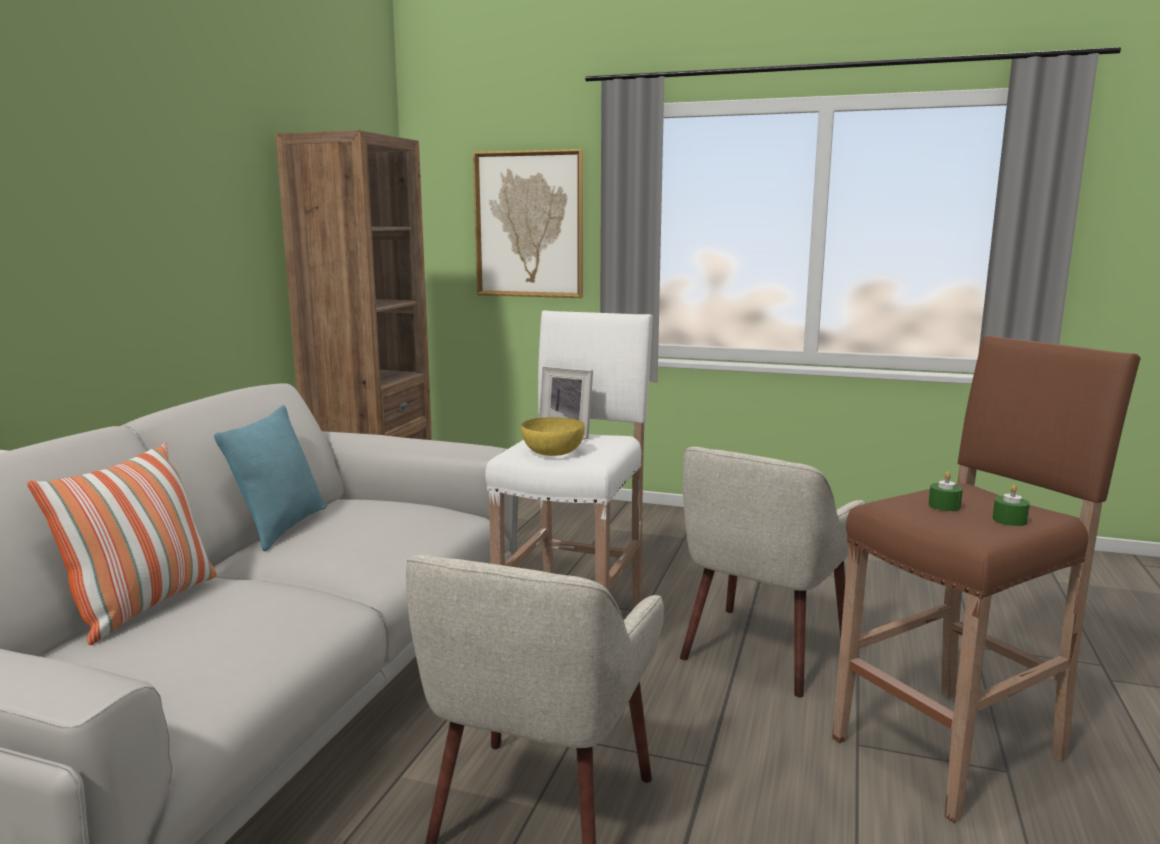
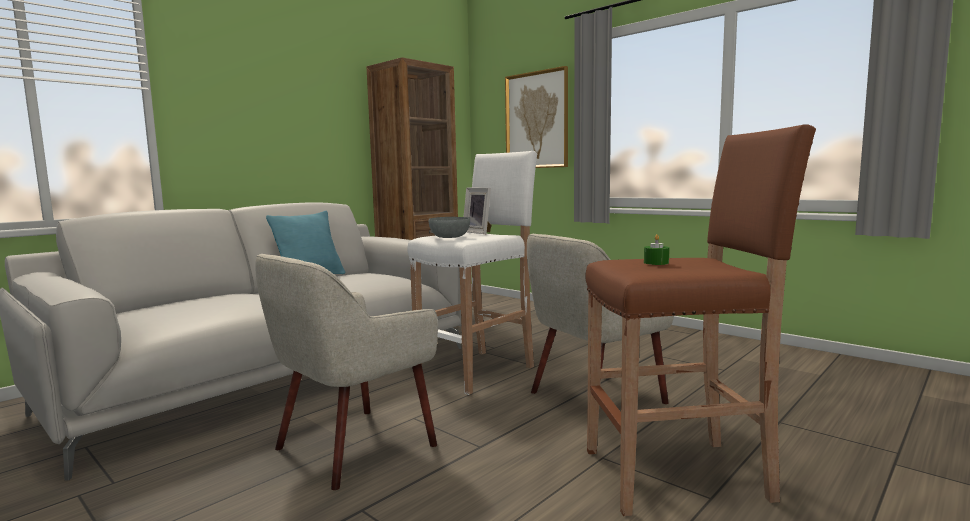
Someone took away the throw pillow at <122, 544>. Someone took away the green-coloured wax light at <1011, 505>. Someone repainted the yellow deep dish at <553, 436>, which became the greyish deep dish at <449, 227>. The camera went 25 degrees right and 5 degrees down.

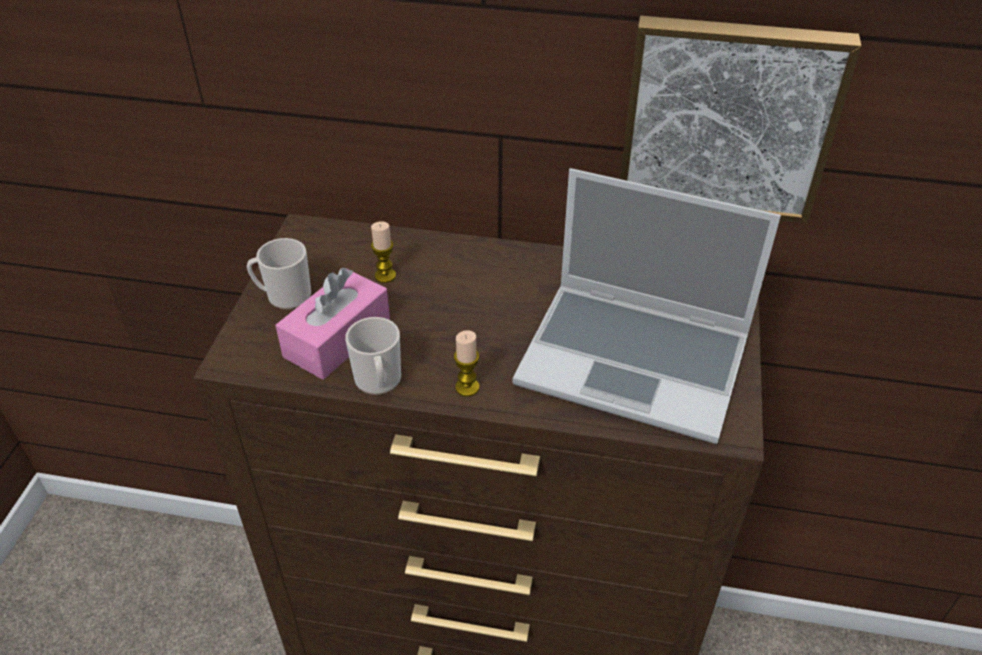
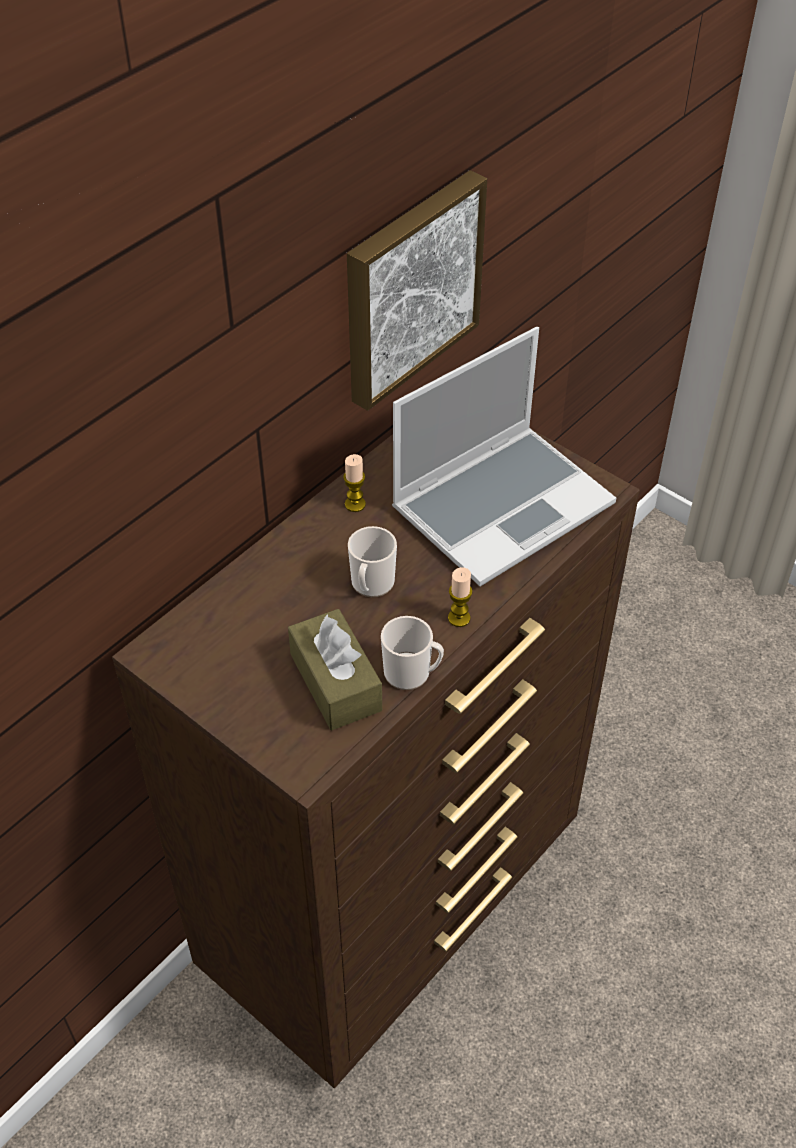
Someone carried the mug from <279, 274> to <372, 561>. Someone carried the wax light from <383, 252> to <354, 483>. Someone repainted the pinkish tissue box at <333, 324>, which became the brown tissue box at <335, 669>. The camera went 60 degrees left and 5 degrees up.

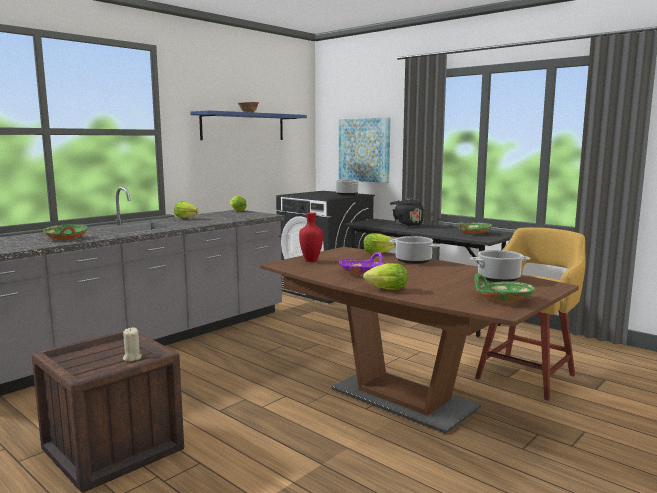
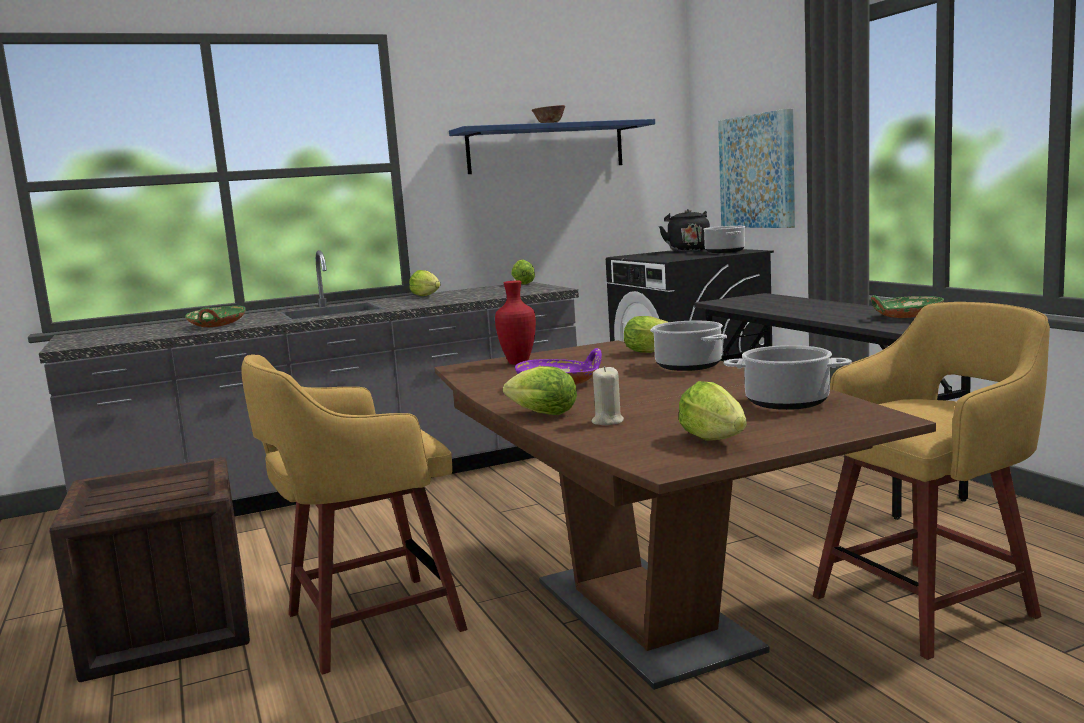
Someone put down the yellow stool at <354, 514>. Someone carried the beige wax light from <132, 344> to <607, 395>. Someone carried the black kettle from <406, 212> to <684, 230>. Someone swapped the green-coloured deep dish at <505, 287> for the lettuce head at <713, 411>. The camera went 25 degrees right and 0 degrees up.

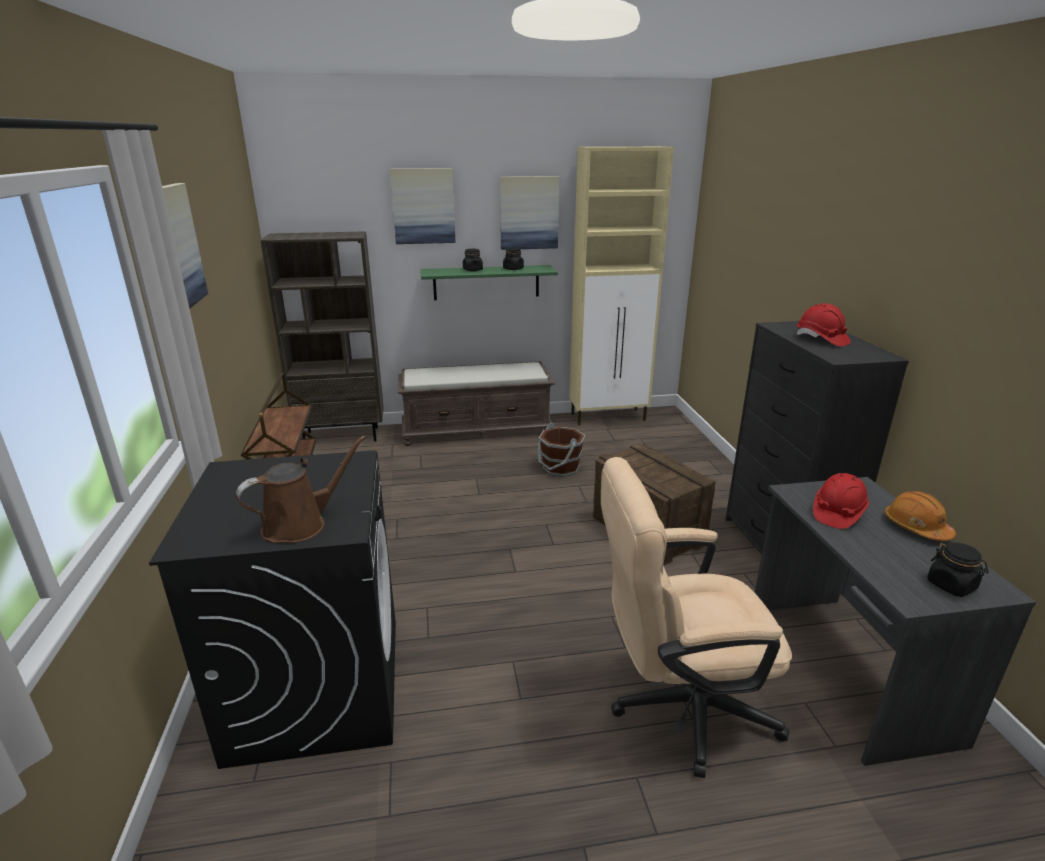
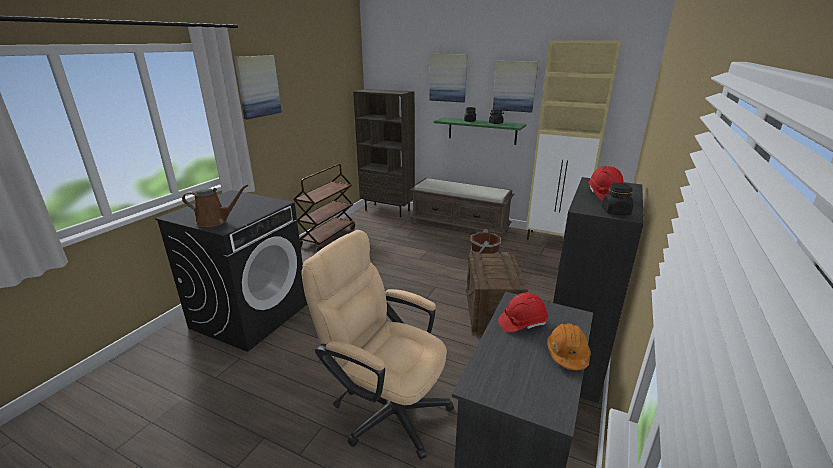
Someone carried the black jar from <957, 569> to <617, 199>. The camera went 35 degrees right and 0 degrees up.

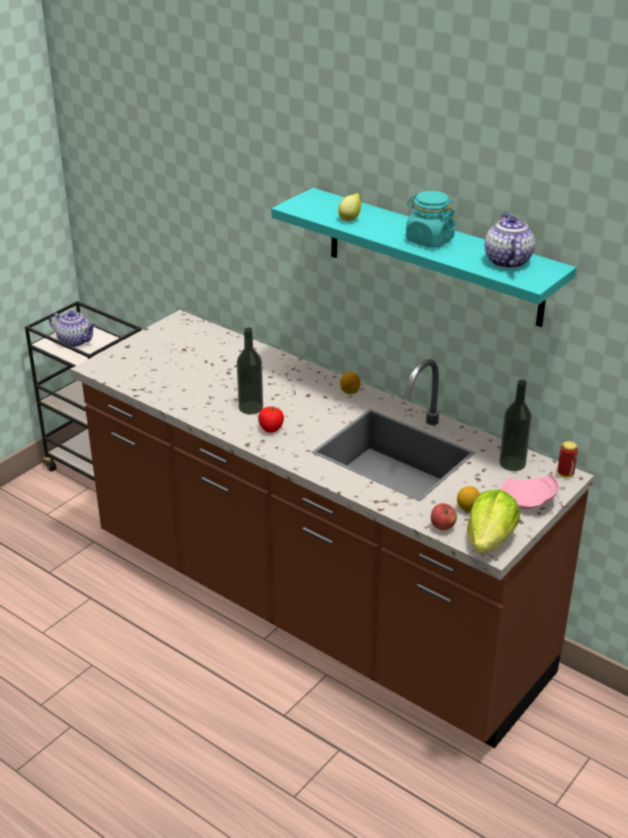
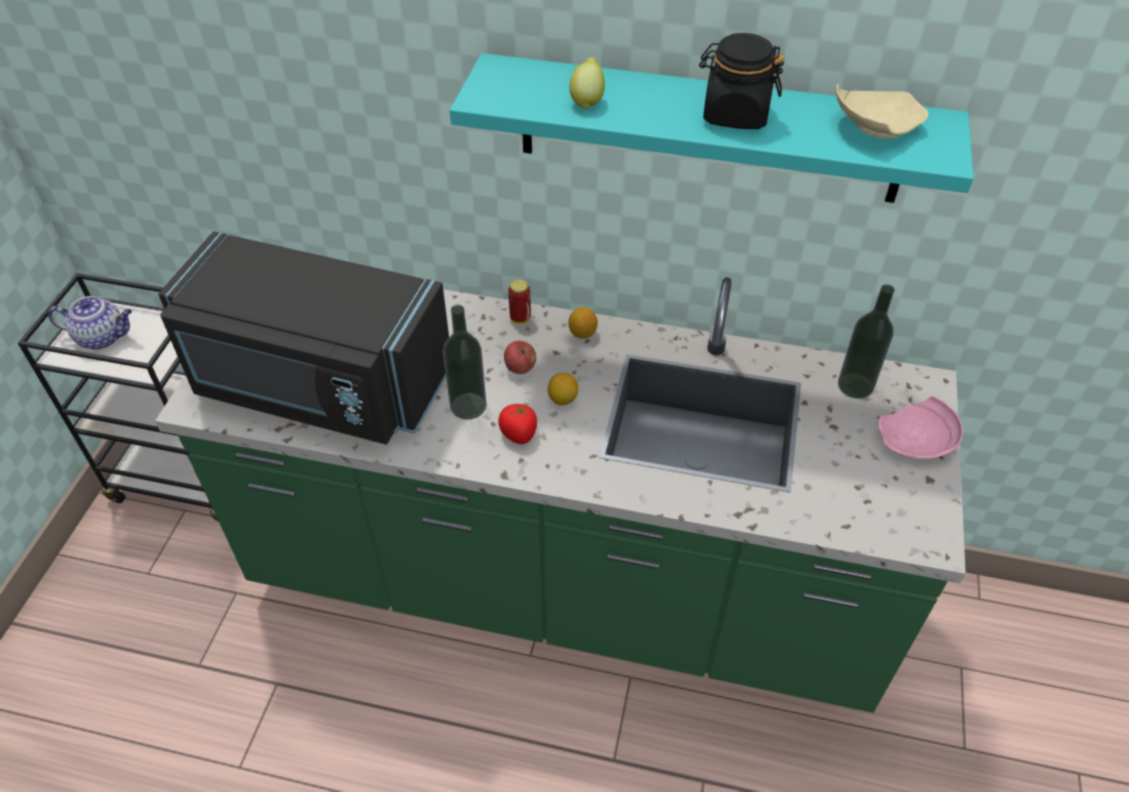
Someone took away the lettuce head at <493, 521>. Someone put down the black microwave at <303, 338>. Someone carried the apple fruit from <444, 516> to <520, 357>. Someone carried the whole lemon from <468, 499> to <563, 389>. Someone carried the sealed can from <568, 459> to <519, 302>. Someone swapped the pot for tea at <510, 240> for the beige flat dish at <882, 111>. Someone repainted the brown kitchen counter at <332, 529>, which became the green-coloured kitchen counter at <560, 495>. Someone repainted the blue-green jar at <430, 219>, which became the black jar at <742, 81>. The camera went 25 degrees left and 15 degrees up.

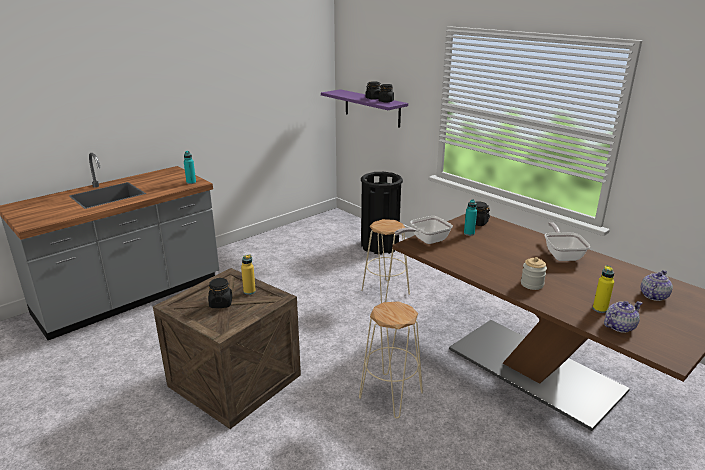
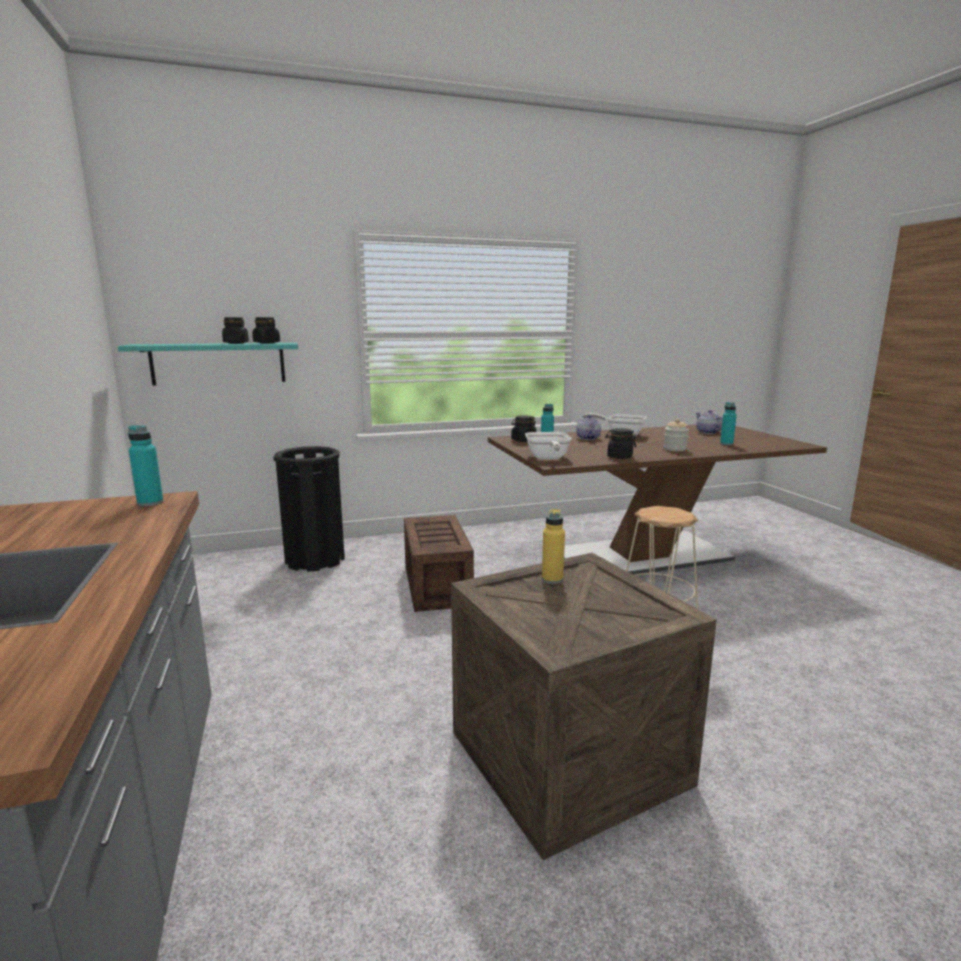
Someone carried the black jar from <220, 293> to <620, 443>. Someone carried the pot for tea from <623, 317> to <588, 427>. Someone swapped the beige stool at <386, 261> for the shipping crate at <439, 563>. Someone repainted the purple bracket shelf at <364, 108>, which became the blue-green bracket shelf at <208, 364>. Someone repainted the yellow bottle at <603, 289>, which became the blue-green bottle at <728, 423>. The camera went 65 degrees left and 10 degrees down.

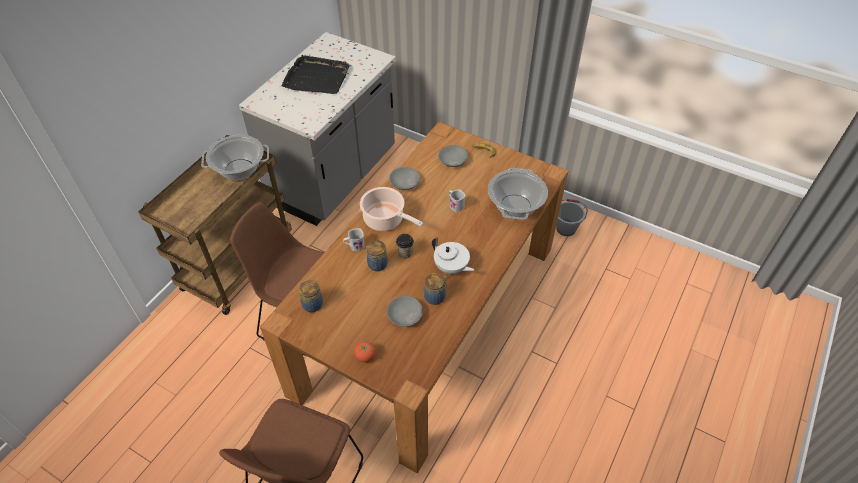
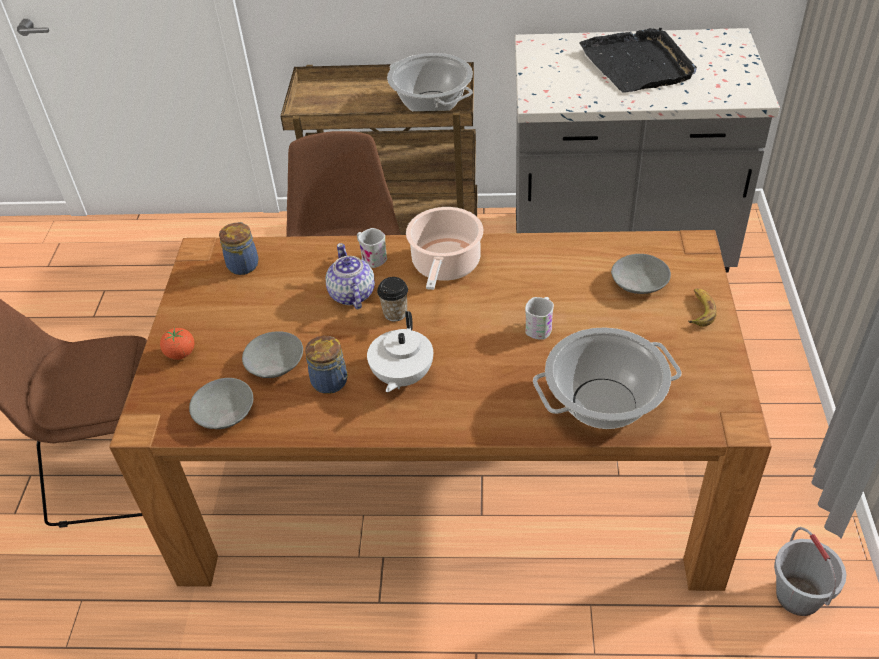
Someone carried the greyish deep dish from <404, 178> to <221, 403>. Someone swapped the jar at <377, 255> for the pot for tea at <350, 276>. The camera went 65 degrees right and 5 degrees down.

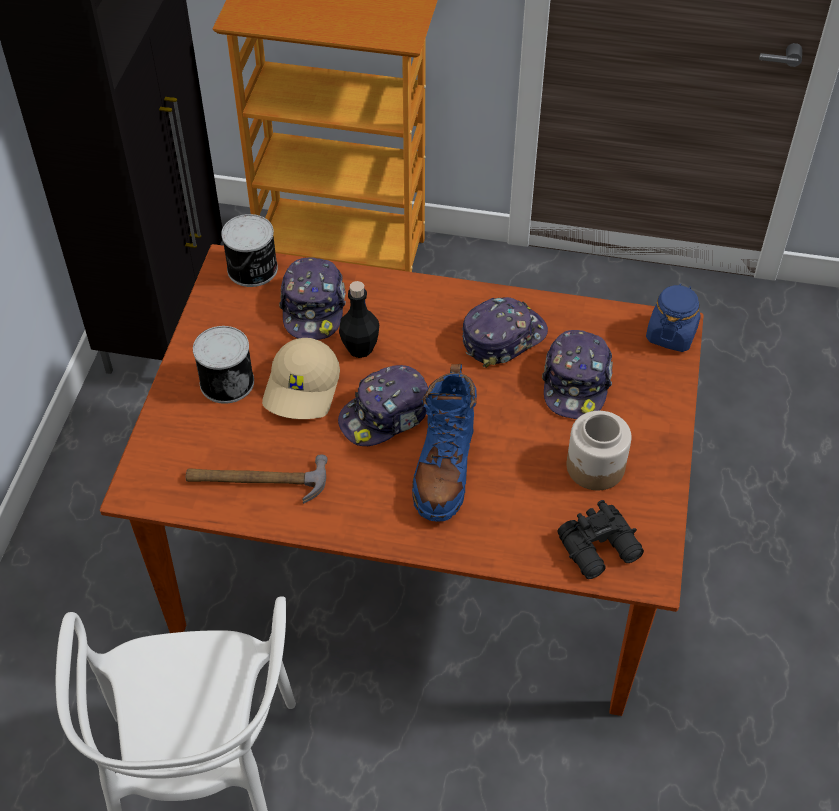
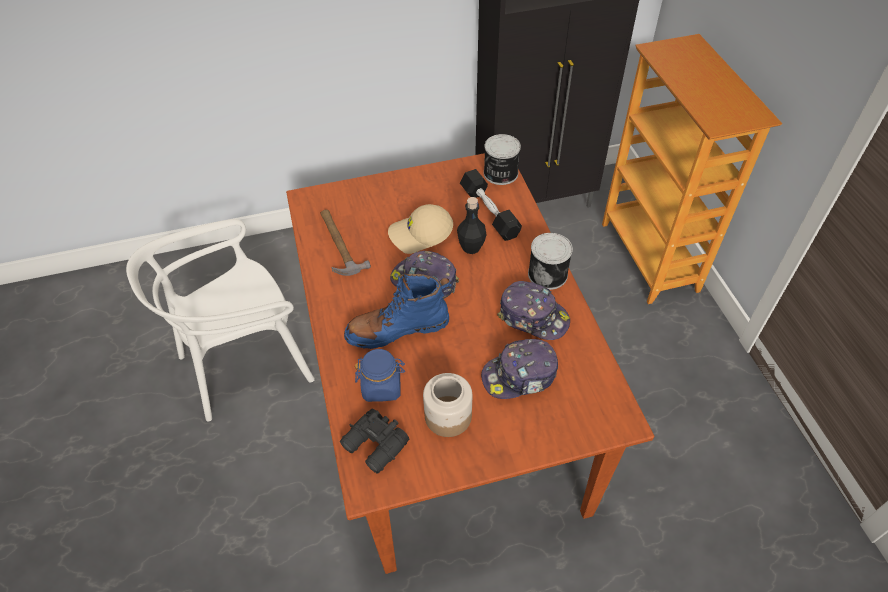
Someone carried the sealed can from <223, 365> to <550, 261>. Someone carried the blue-coloured jar from <673, 317> to <380, 375>. Someone swapped the cap at <312, 299> for the black hand weight at <491, 205>. The camera went 65 degrees right and 0 degrees up.

